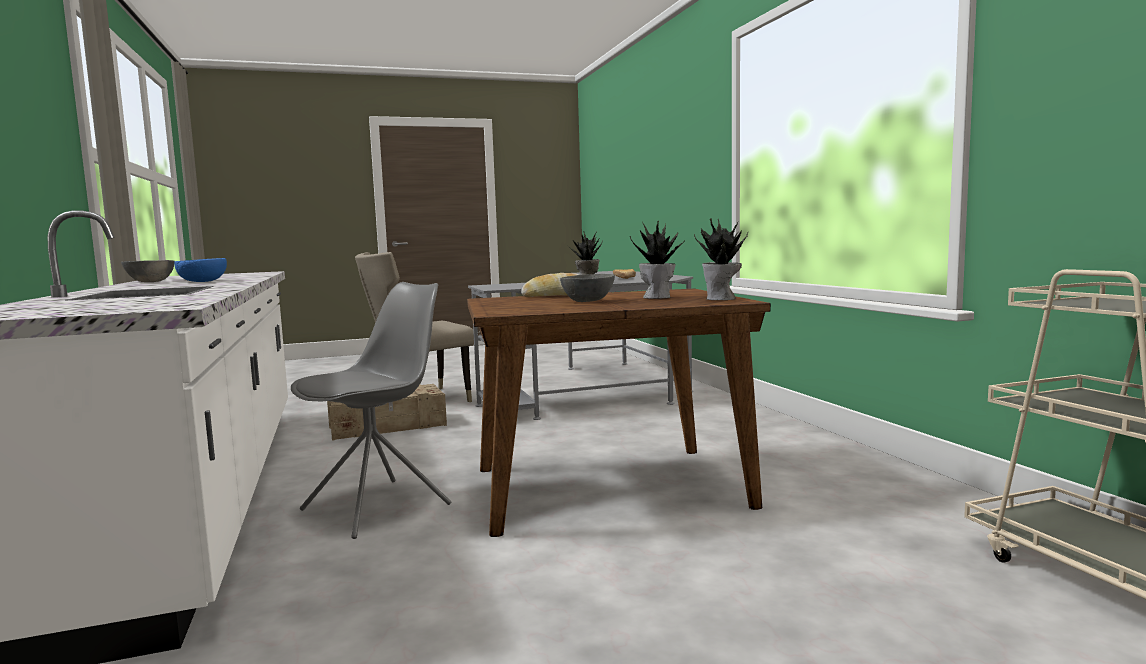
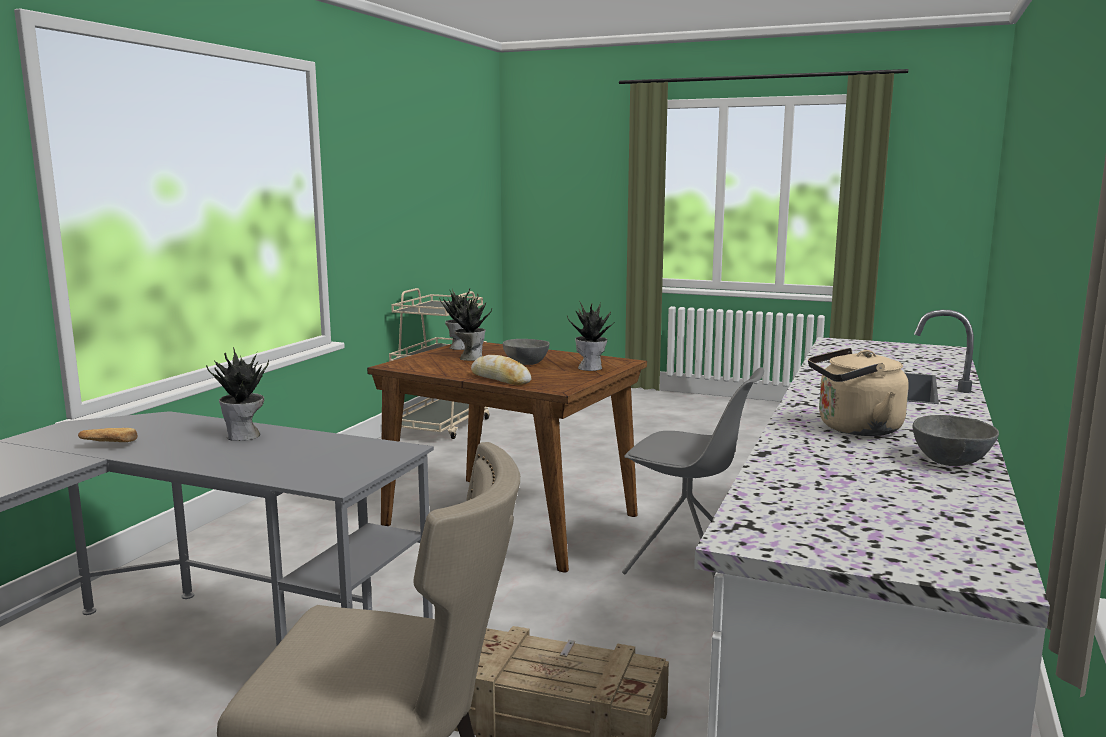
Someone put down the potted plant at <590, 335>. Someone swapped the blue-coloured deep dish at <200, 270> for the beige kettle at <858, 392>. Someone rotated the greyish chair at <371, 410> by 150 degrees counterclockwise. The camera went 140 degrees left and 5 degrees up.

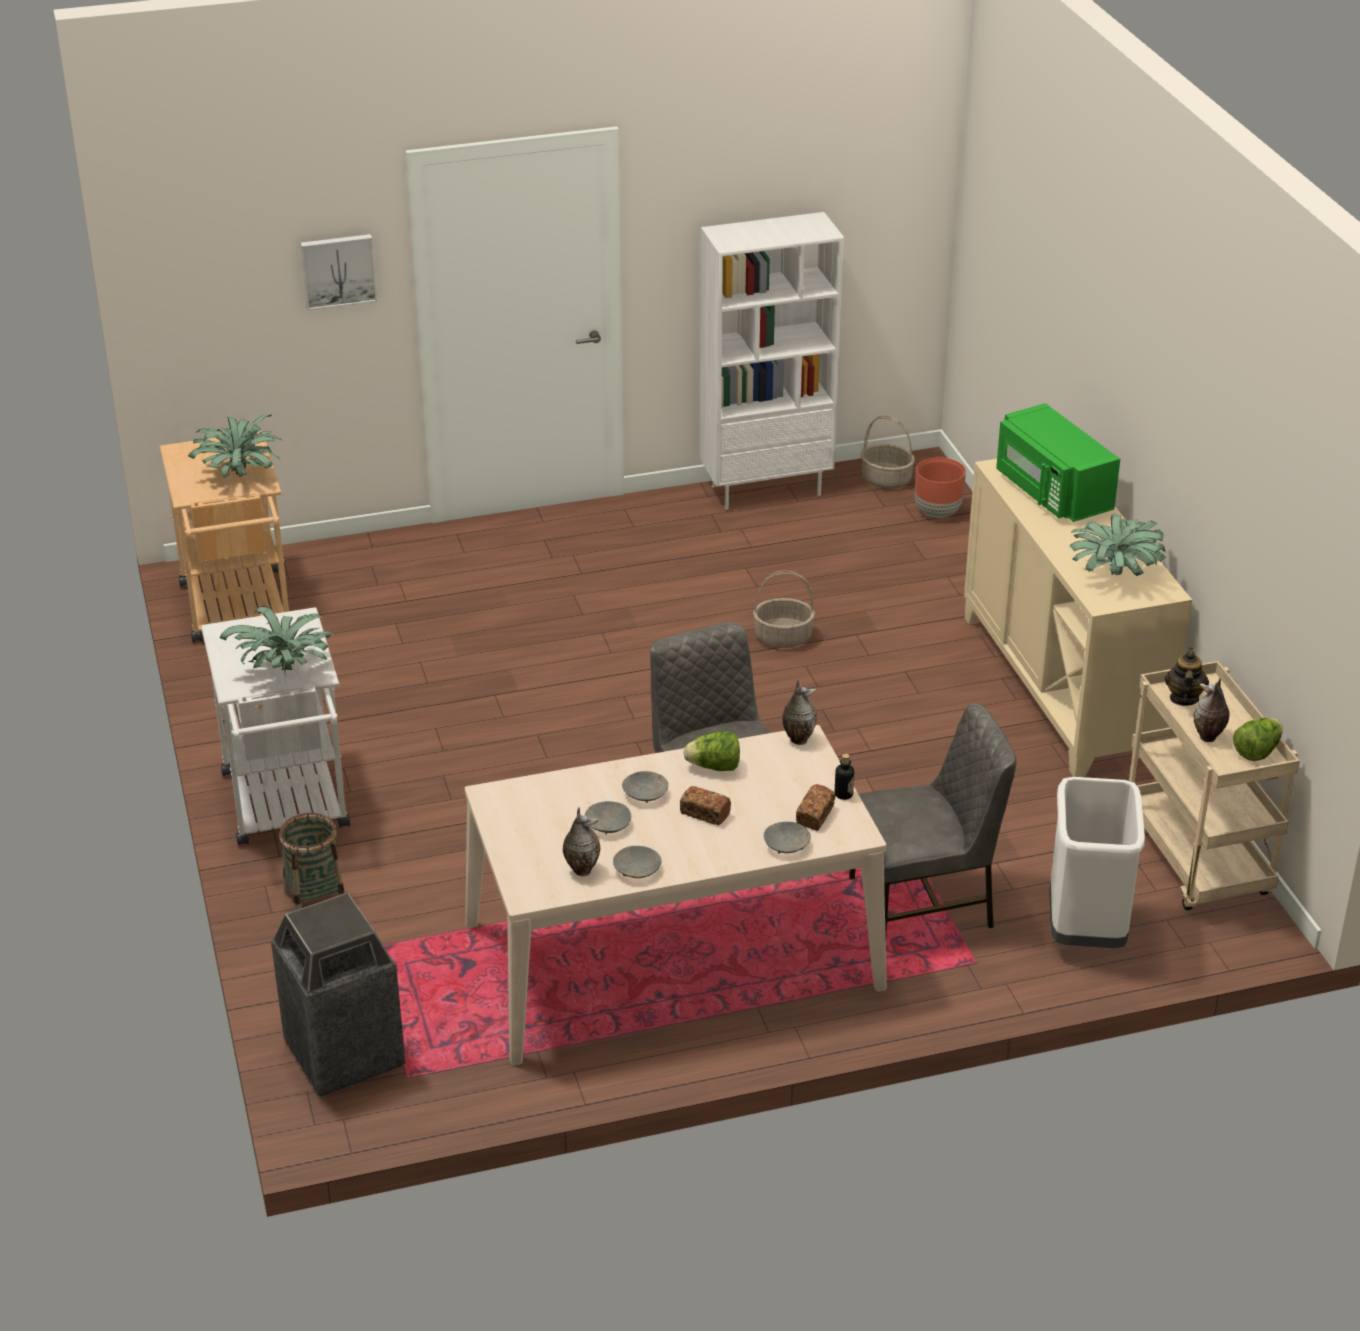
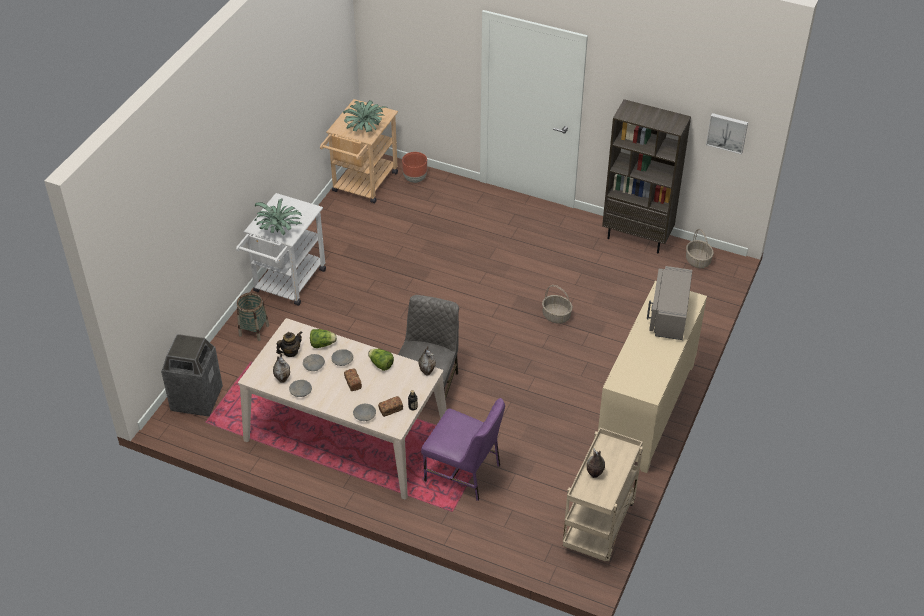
Someone took away the white waste bin at <1097, 862>. Someone took away the potted plant at <1118, 545>. Someone carried the picture from <338, 272> to <727, 134>. Someone carried the brown plant pot from <940, 487> to <414, 167>. Someone carried the pot for tea from <1187, 676> to <289, 344>. Someone carried the lettuce head from <1258, 739> to <323, 338>. Someone repainted the white bookcase at <772, 361>, which became the brown bookcase at <646, 176>. Someone repainted the greyish chair at <933, 820>, which became the purple chair at <463, 449>. Someone repainted the green-coloured microwave at <1058, 462>, which became the greyish microwave at <669, 303>. The camera went 40 degrees right and 10 degrees up.

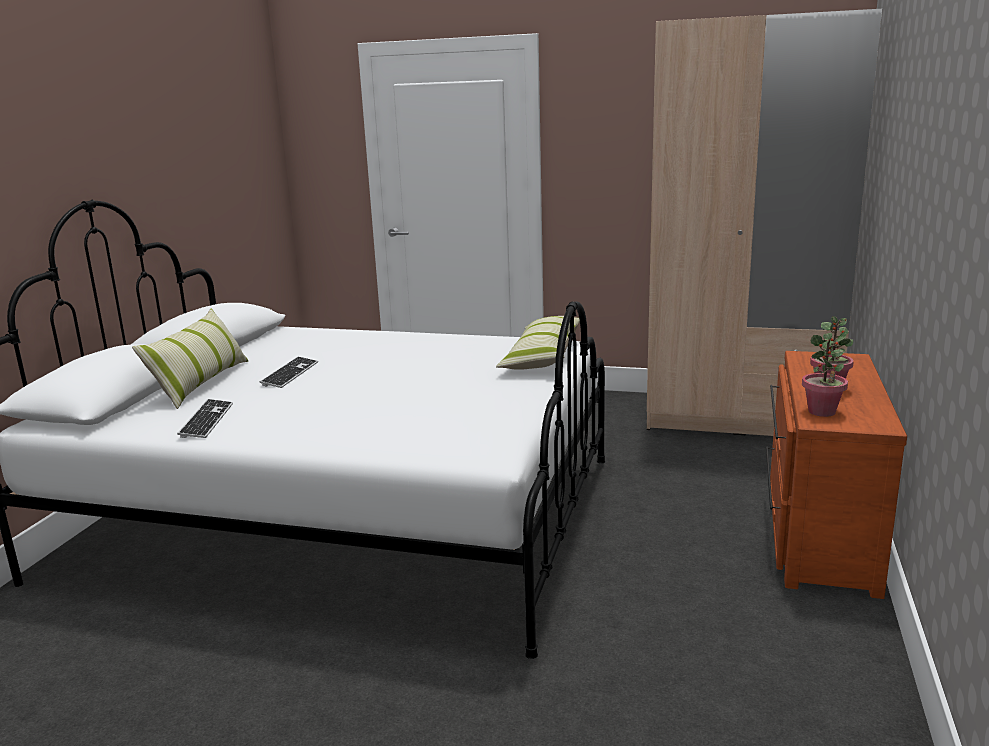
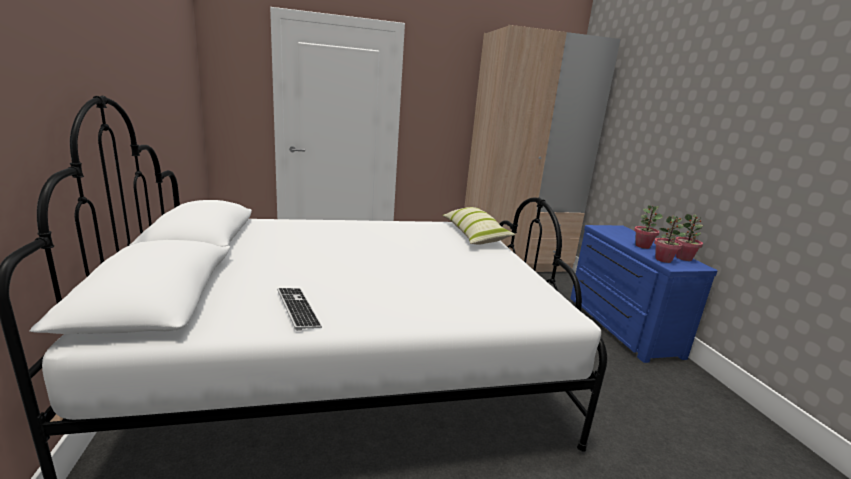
Someone took away the throw pillow at <190, 359>. Someone took away the PC keyboard at <289, 372>. Someone put down the potted plant at <689, 237>. Someone repainted the brown drawer chest at <836, 475>, which became the blue-coloured drawer chest at <643, 294>. The camera went 30 degrees left and 0 degrees up.

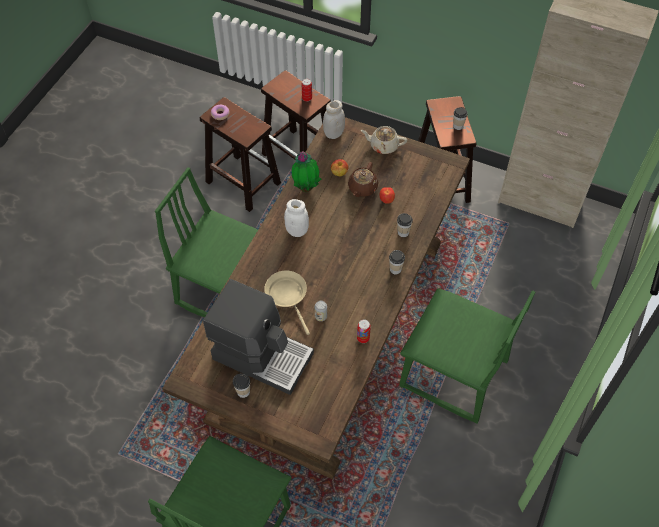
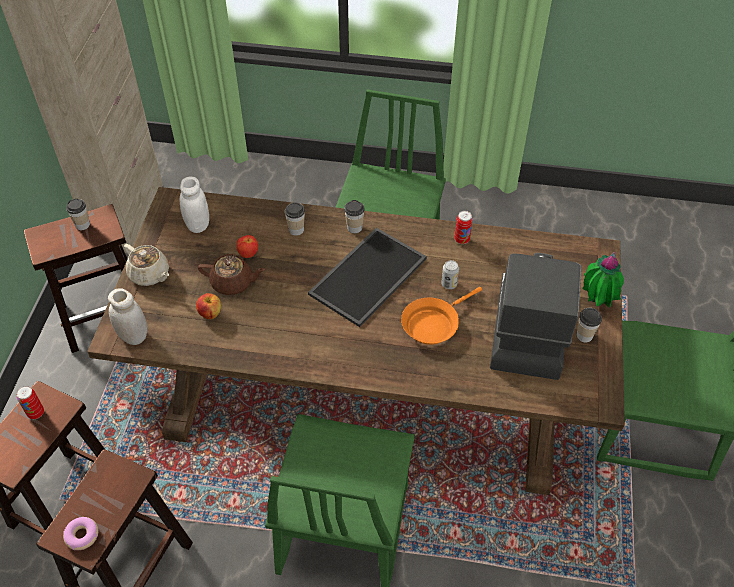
Someone put down the carrying tray at <367, 277>. Someone carried the white jar from <296, 218> to <194, 205>. Someone carried the potted plant from <306, 171> to <603, 279>. Someone repainted the beige skillet at <287, 303>, which became the orangey skillet at <441, 316>. Someone rotated the beige pot for tea at <384, 140> by 45 degrees counterclockwise. The camera went 105 degrees left and 5 degrees down.

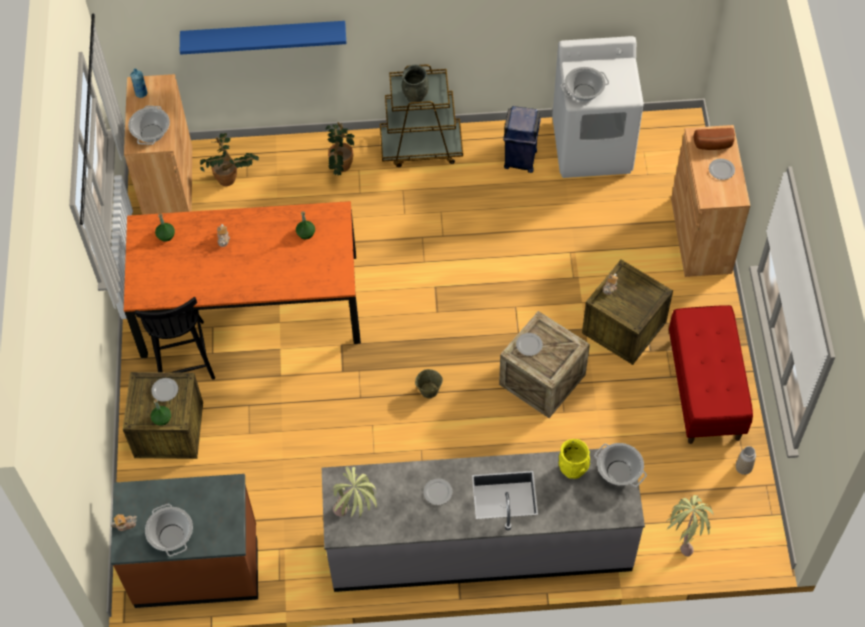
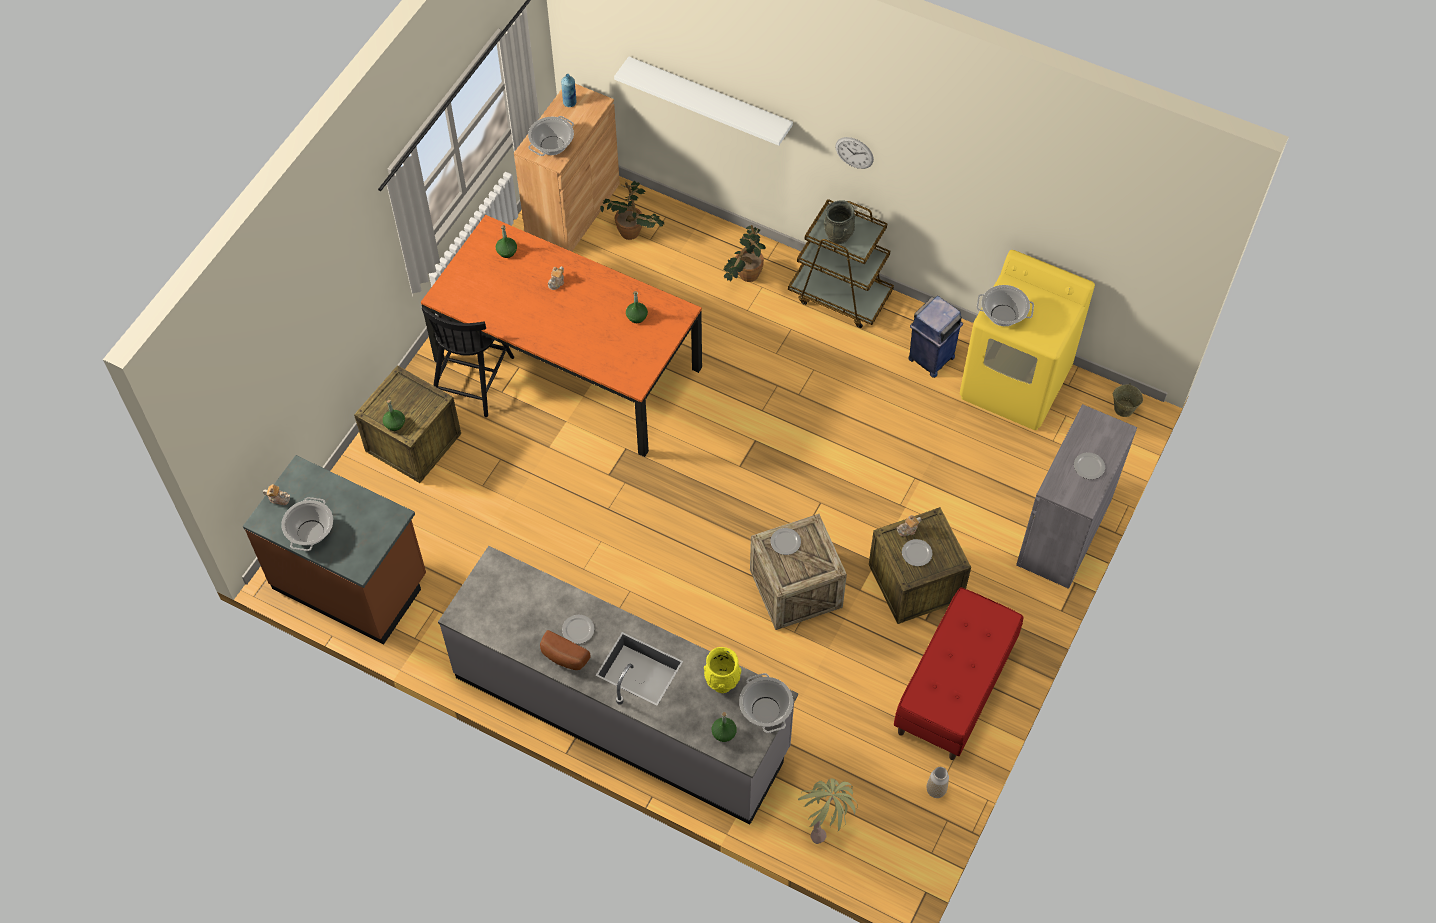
Someone took away the potted plant at <354, 492>. Someone put down the green-coloured bottle at <724, 727>. Someone put up the clock on the wall at <854, 153>. Someone carried the flat dish from <164, 390> to <917, 552>. Someone carried the beige water bucket from <429, 383> to <1128, 400>. Someone carried the baked bread from <714, 139> to <565, 650>. Someone repainted the blue-coloured bracket shelf at <263, 38>, which became the white bracket shelf at <703, 101>. Someone repainted the white washing machine at <598, 107>, which became the yellow washing machine at <1027, 340>. Someone repainted the brown cupboard at <710, 201>, which became the greyish cupboard at <1076, 496>. The camera went 30 degrees right and 0 degrees up.

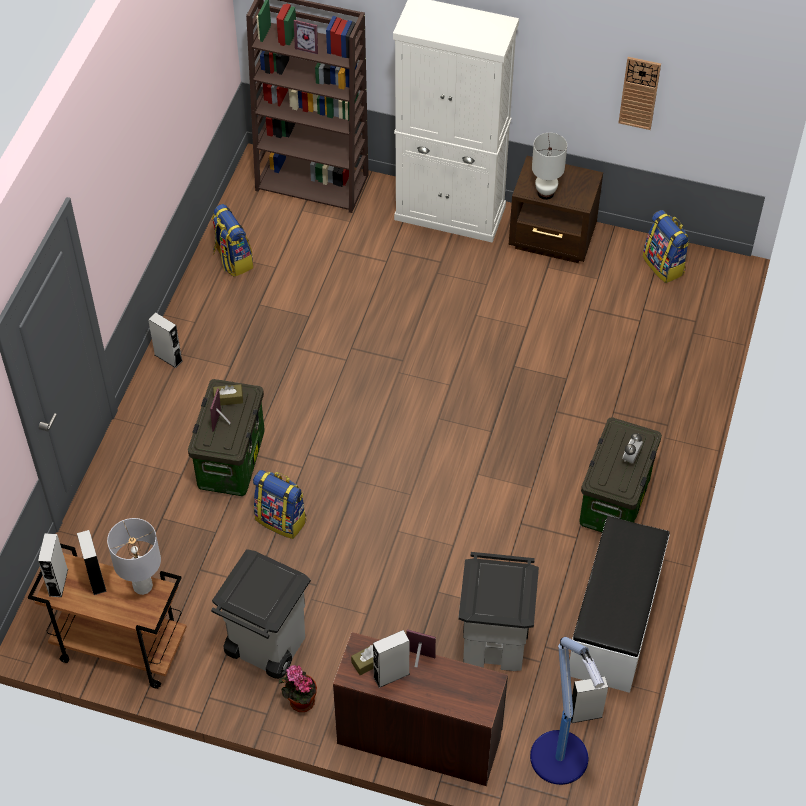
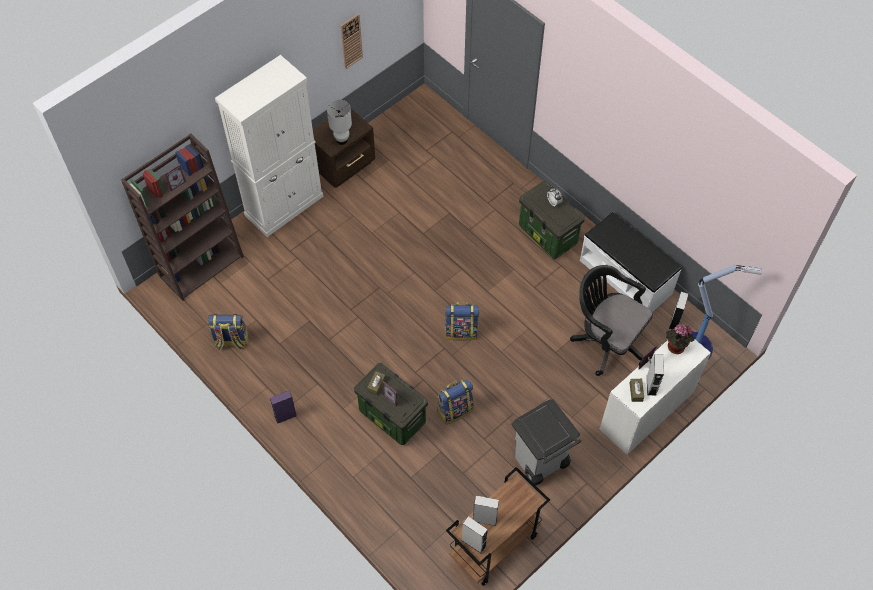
Someone took away the greyish lamp for a table at <134, 556>. Someone carried the potted plant from <298, 688> to <680, 339>. Someone carried the backpack from <666, 246> to <462, 321>. Someone swapped the greyish waste bin at <498, 611> for the black desk chair at <611, 320>. Someone repainted the greyish audio speaker at <165, 340>, which became the purple audio speaker at <283, 407>. Someone repainted the brown desk unit at <420, 709>, which became the white desk unit at <655, 397>. The camera went 60 degrees left and 5 degrees up.

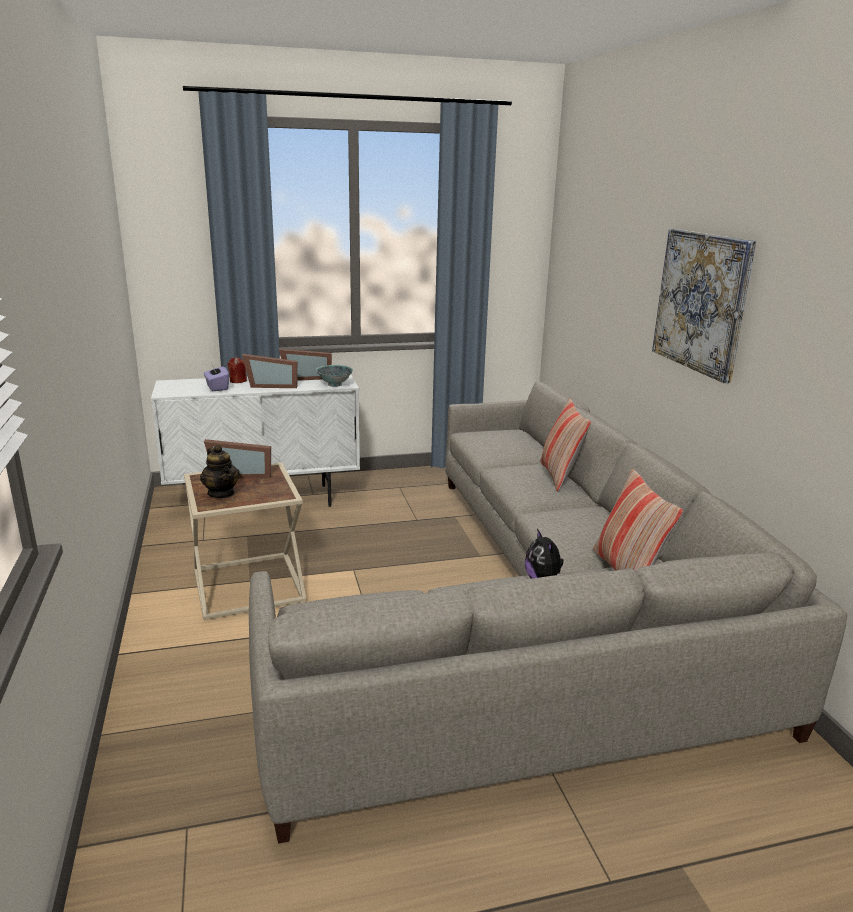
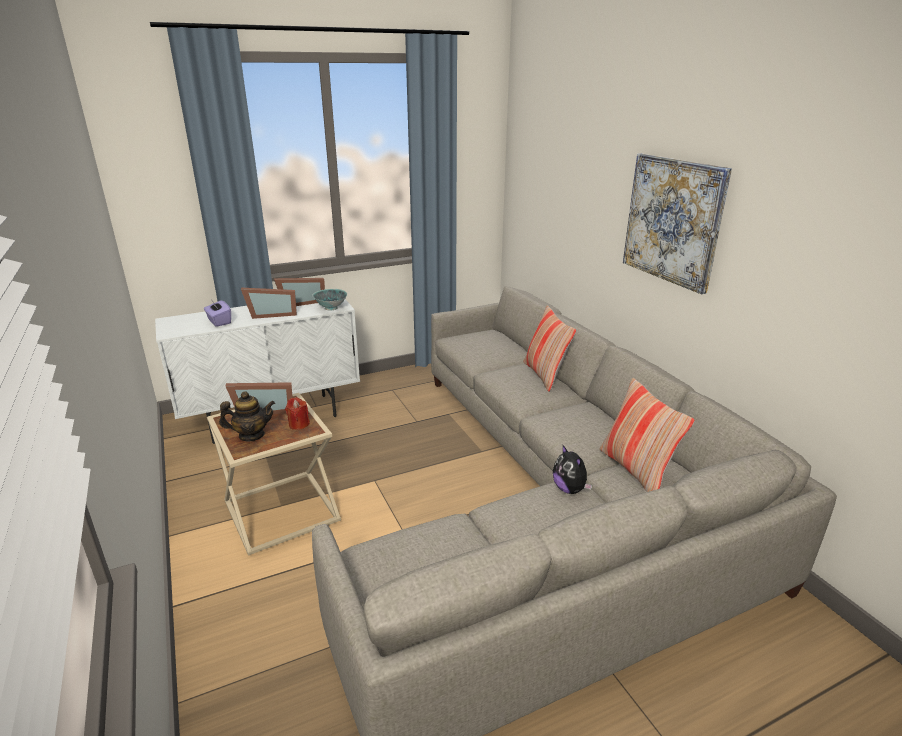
Someone carried the reddish wax light from <237, 370> to <297, 413>. Someone rotated the pot for tea at <220, 471> by 60 degrees counterclockwise. The camera went 10 degrees left and 5 degrees up.

